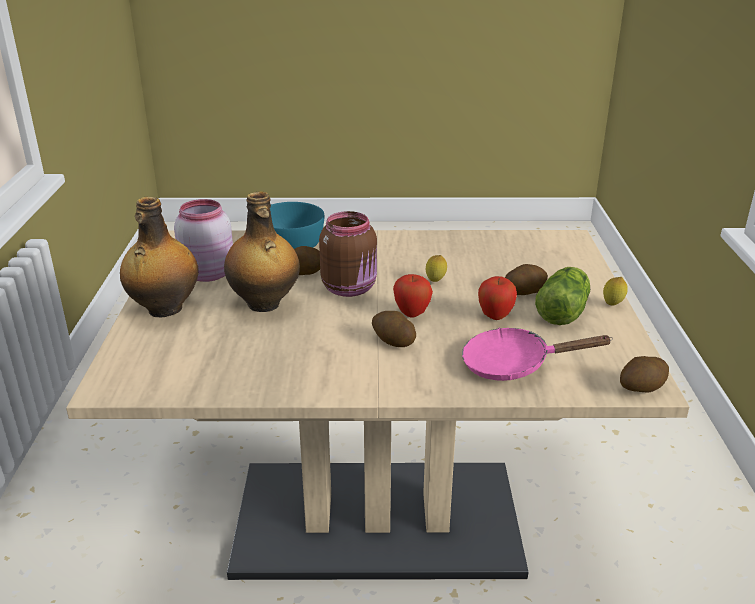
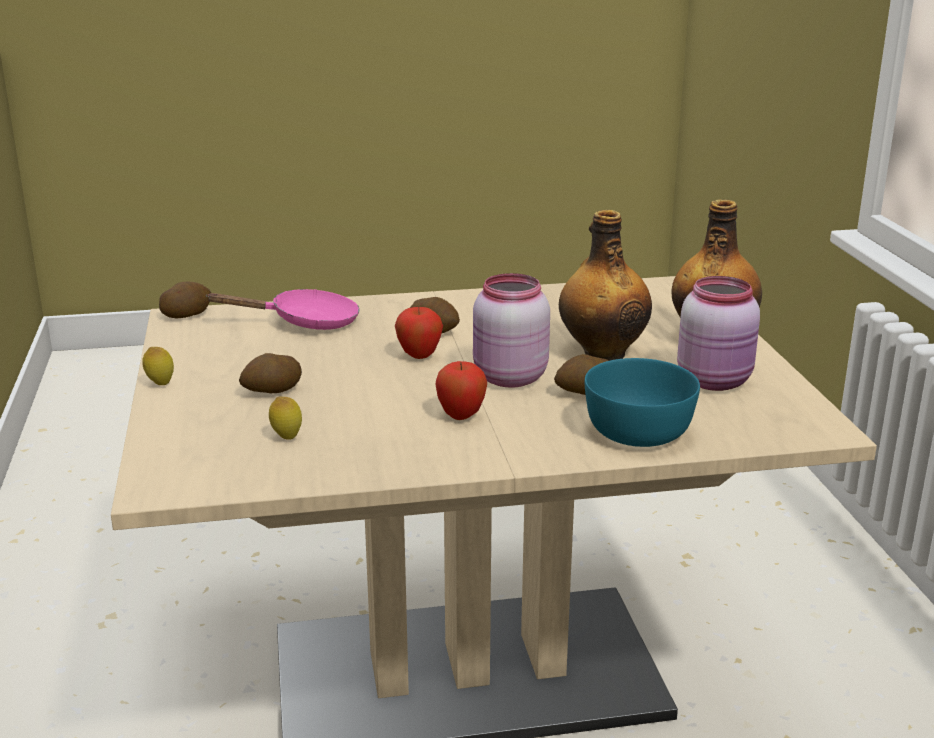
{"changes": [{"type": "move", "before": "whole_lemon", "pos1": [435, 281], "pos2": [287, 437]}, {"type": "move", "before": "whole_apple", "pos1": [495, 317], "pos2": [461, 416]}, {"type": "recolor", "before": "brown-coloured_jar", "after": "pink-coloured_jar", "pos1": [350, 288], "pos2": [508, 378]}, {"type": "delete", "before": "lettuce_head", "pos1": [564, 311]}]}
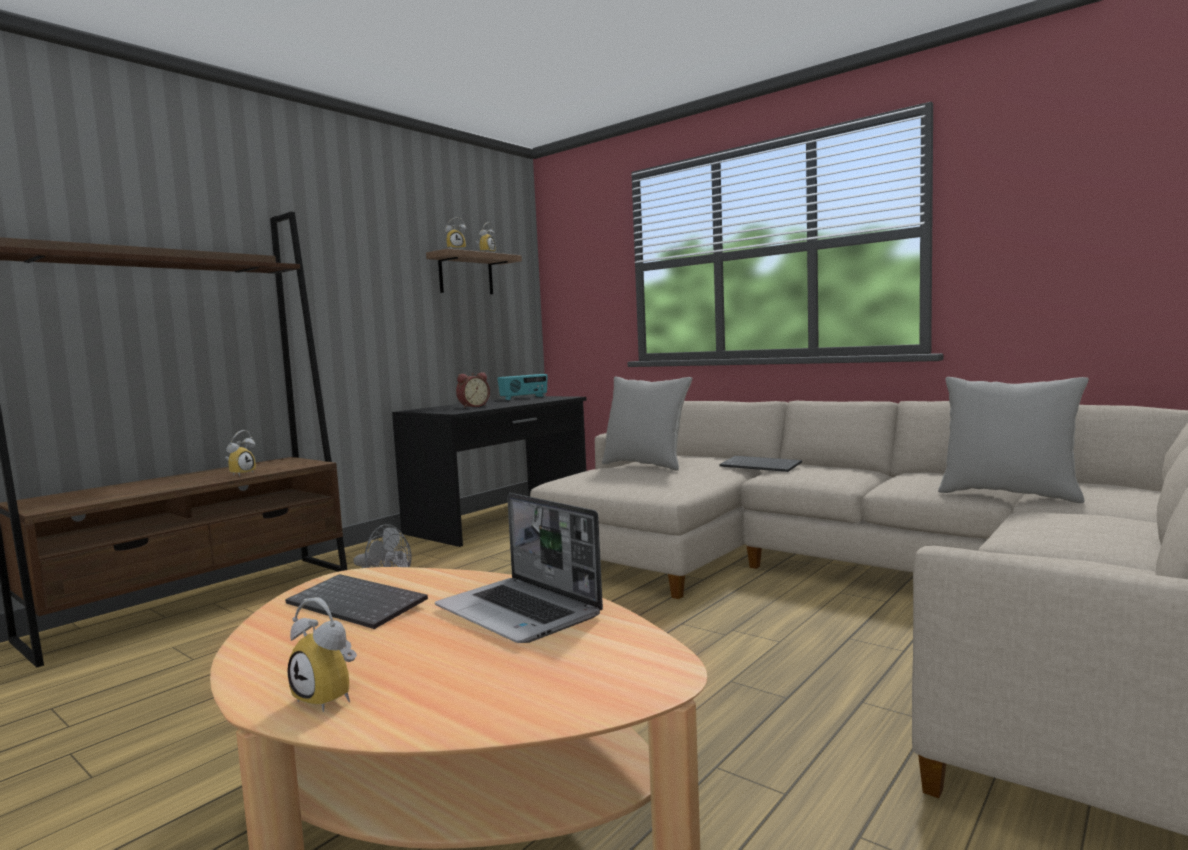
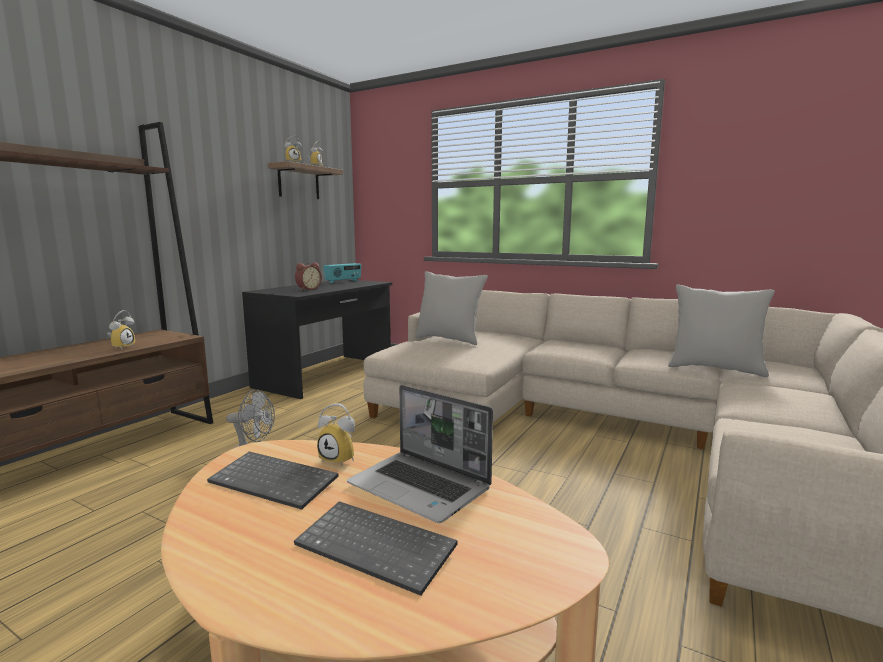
{"changes": [{"type": "move", "before": "PC_keyboard", "pos1": [761, 466], "pos2": [378, 546]}, {"type": "move", "before": "bedside_clock", "pos1": [332, 697], "pos2": [341, 459]}]}
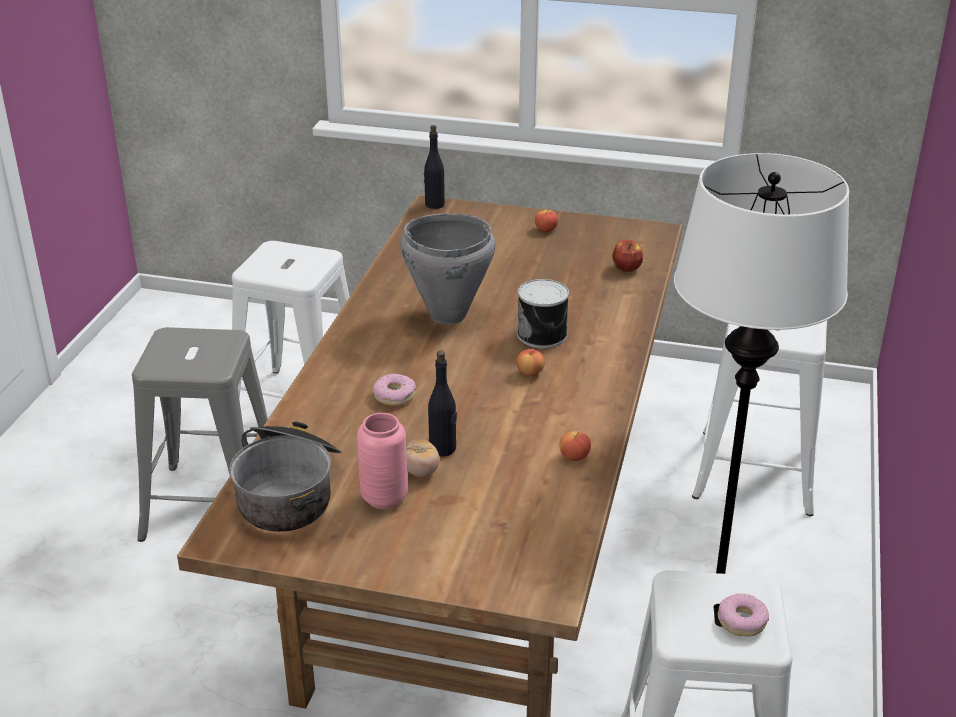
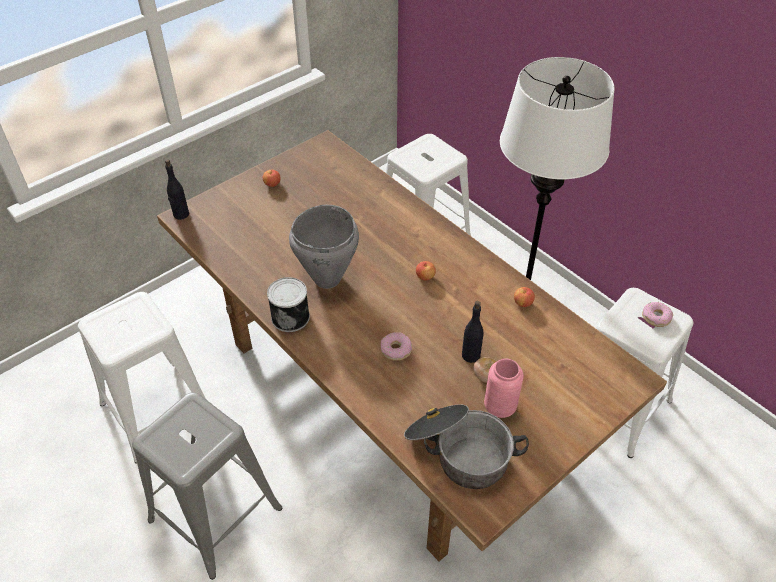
{"changes": [{"type": "move", "before": "metal_can", "pos1": [543, 335], "pos2": [291, 316]}, {"type": "delete", "before": "whole_apple", "pos1": [626, 268]}]}
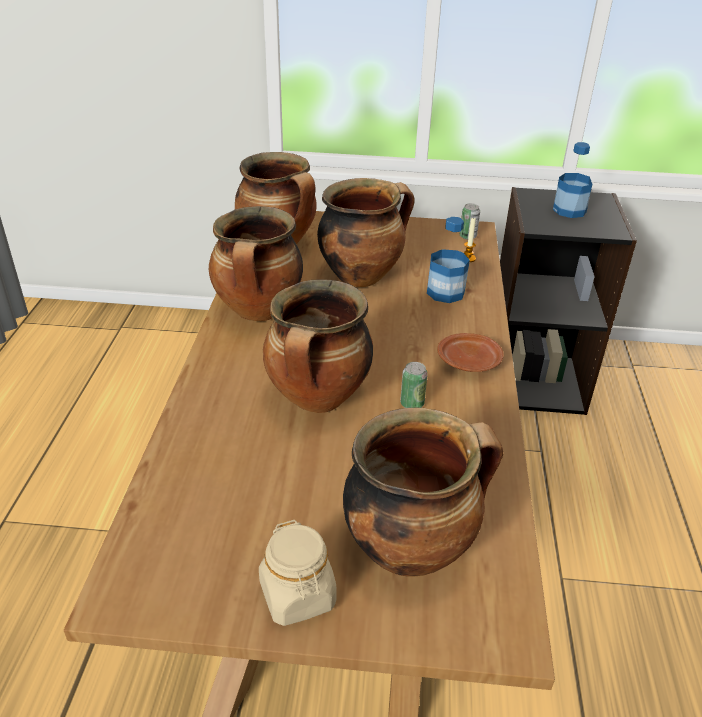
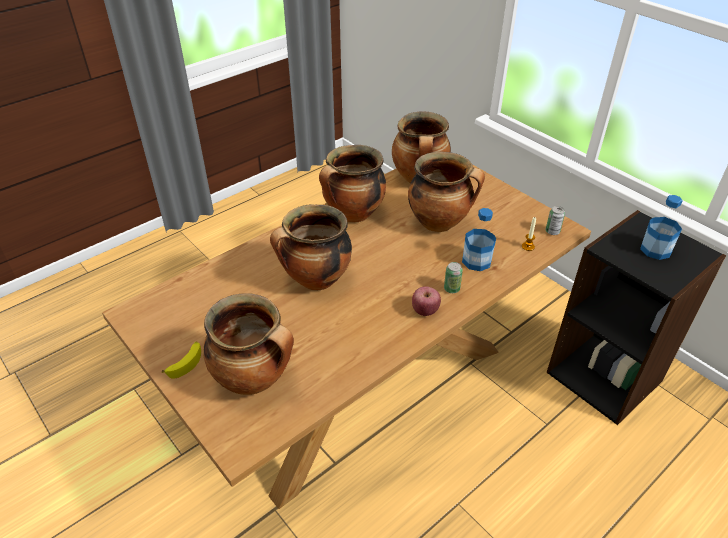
{"changes": [{"type": "replace", "before": "beige_jar", "after": "banana", "pos1": [298, 596], "pos2": [186, 362]}, {"type": "replace", "before": "brown-coloured_plate", "after": "whole_apple", "pos1": [469, 362], "pos2": [425, 311]}, {"type": "move", "before": "metal_can", "pos1": [412, 403], "pos2": [451, 289]}]}
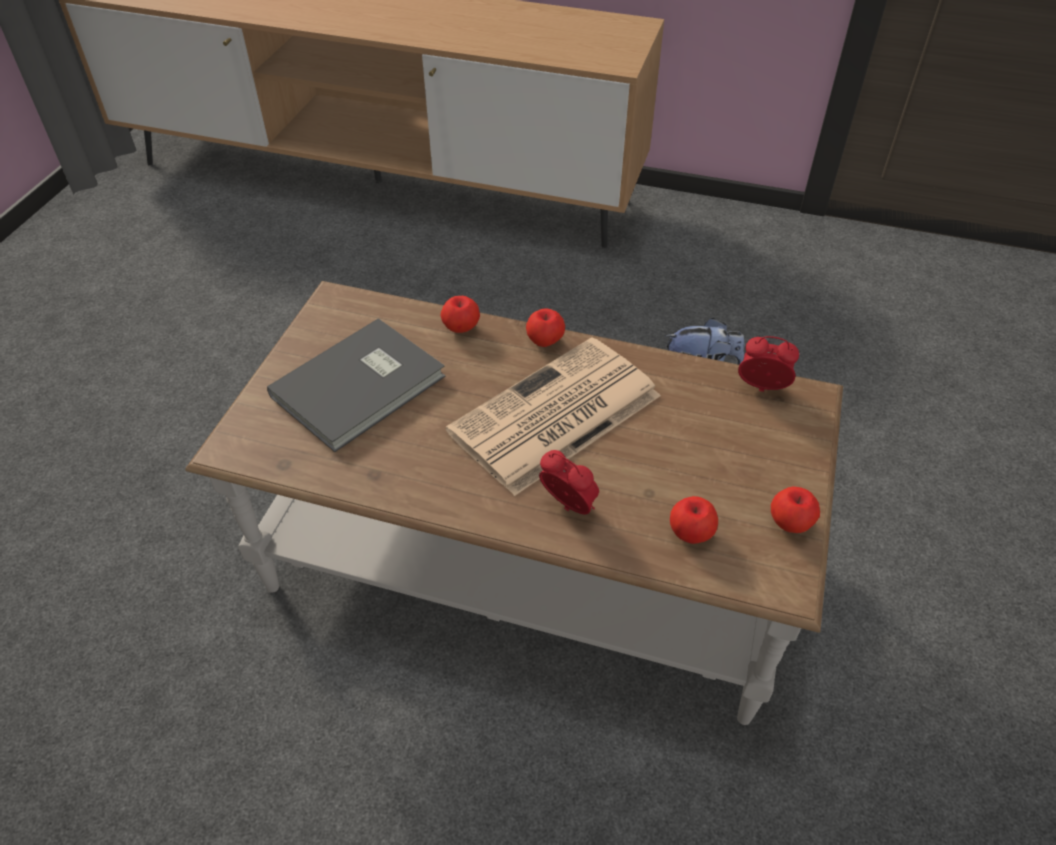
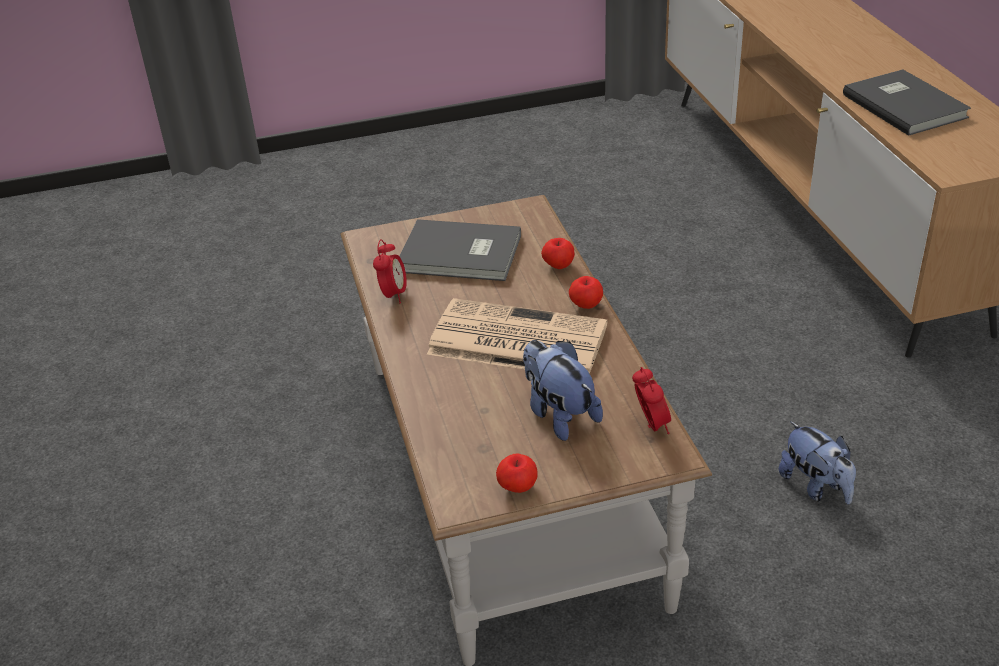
{"changes": [{"type": "move", "before": "bedside_clock", "pos1": [568, 507], "pos2": [393, 295]}, {"type": "insert", "after": "plush_toy", "pos2": [559, 414]}, {"type": "insert", "after": "greyish_volume", "pos2": [905, 105]}, {"type": "delete", "before": "whole_apple", "pos1": [691, 533]}]}
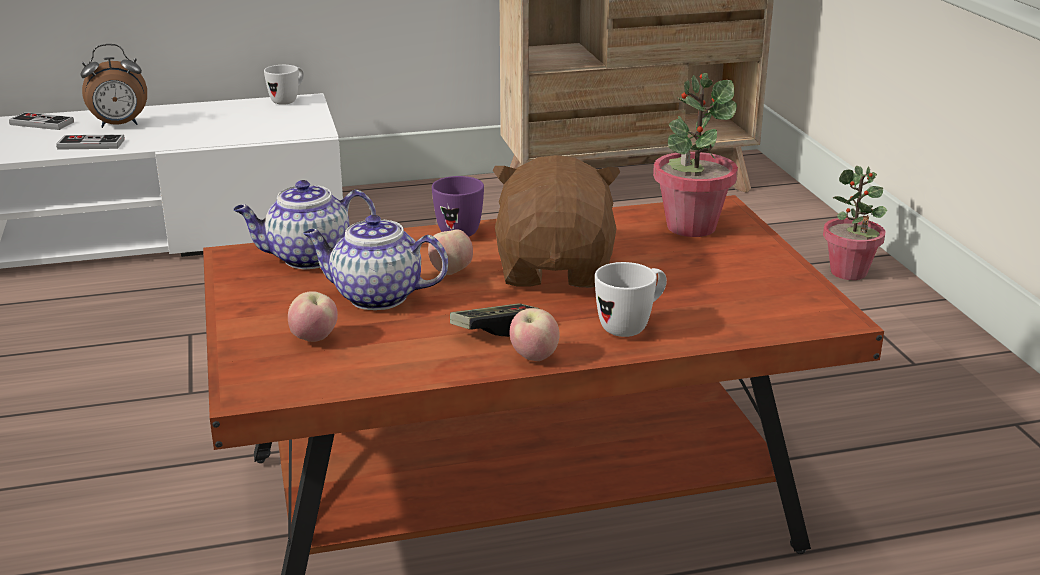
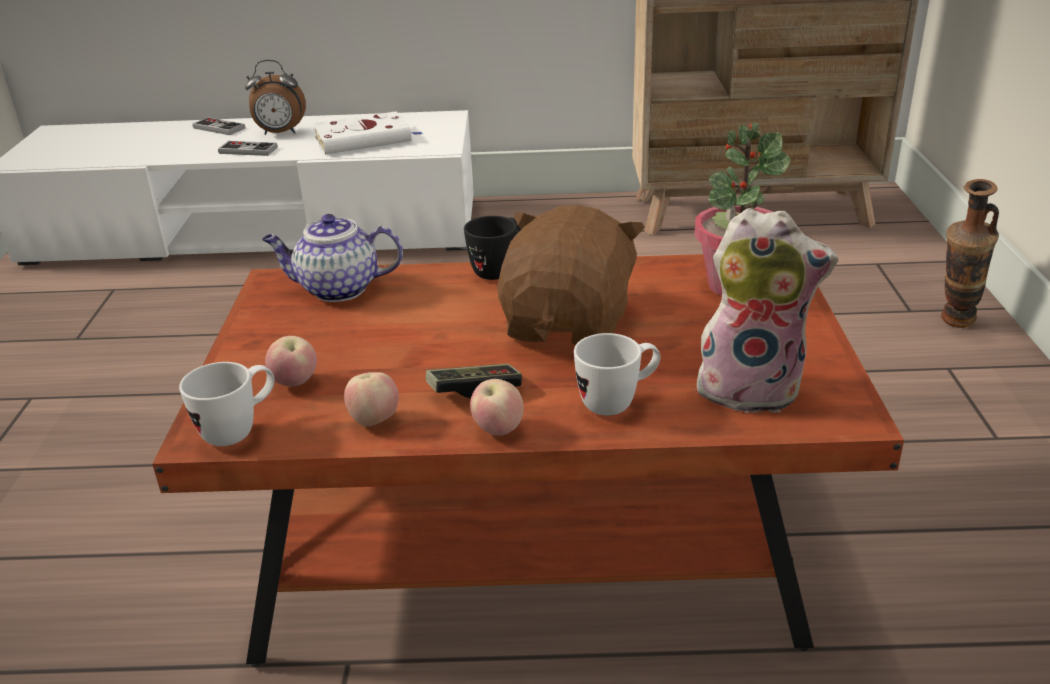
{"changes": [{"type": "move", "before": "white_tea_mug", "pos1": [288, 100], "pos2": [239, 430]}, {"type": "insert", "after": "white_volume", "pos2": [366, 139]}, {"type": "move", "before": "whole_apple", "pos1": [451, 272], "pos2": [374, 420]}, {"type": "recolor", "before": "purplish_tea_mug", "after": "black_tea_mug", "pos1": [462, 230], "pos2": [499, 270]}, {"type": "insert", "after": "plush_toy", "pos2": [751, 388]}, {"type": "replace", "before": "houseplant", "after": "decorative_vase", "pos1": [849, 272], "pos2": [953, 324]}, {"type": "delete", "before": "tea_pot", "pos1": [375, 297]}]}
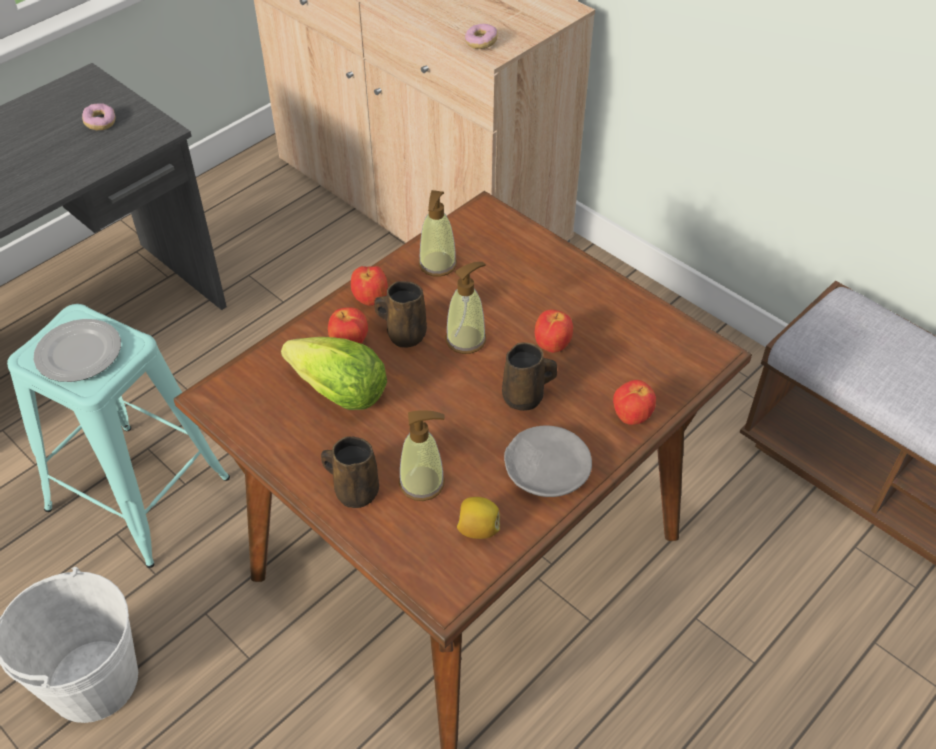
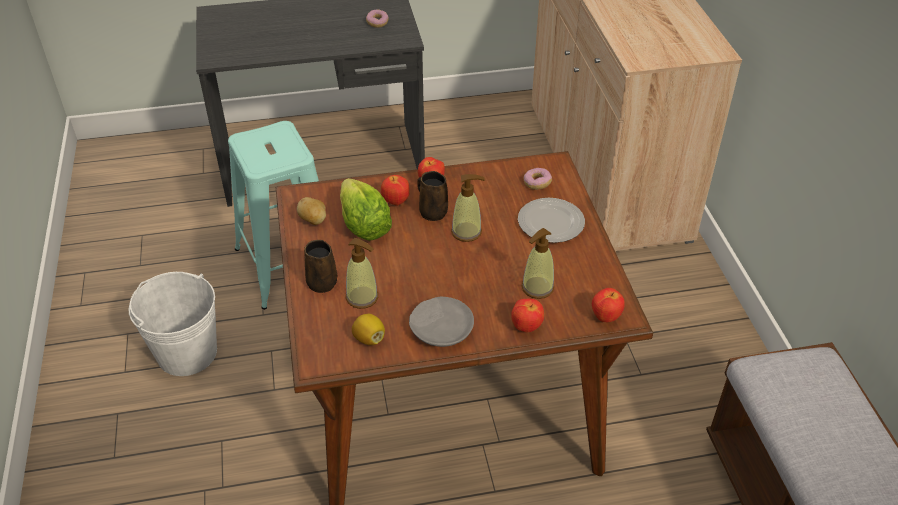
{"changes": [{"type": "insert", "after": "spud", "pos2": [313, 220]}, {"type": "move", "before": "plate", "pos1": [79, 353], "pos2": [551, 223]}, {"type": "move", "before": "soap_dispenser", "pos1": [437, 264], "pos2": [537, 288]}, {"type": "move", "before": "donut", "pos1": [481, 43], "pos2": [537, 183]}, {"type": "move", "before": "whole_apple", "pos1": [551, 345], "pos2": [605, 317]}, {"type": "delete", "before": "brown-coloured_tea_mug", "pos1": [525, 398]}]}
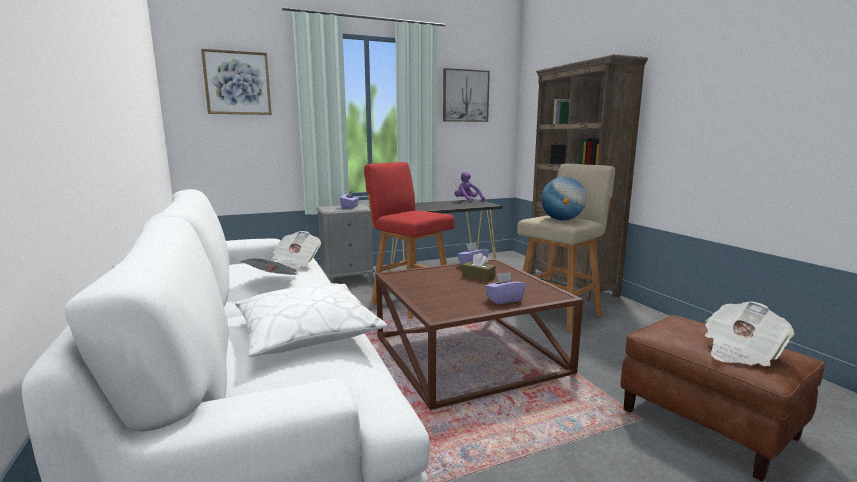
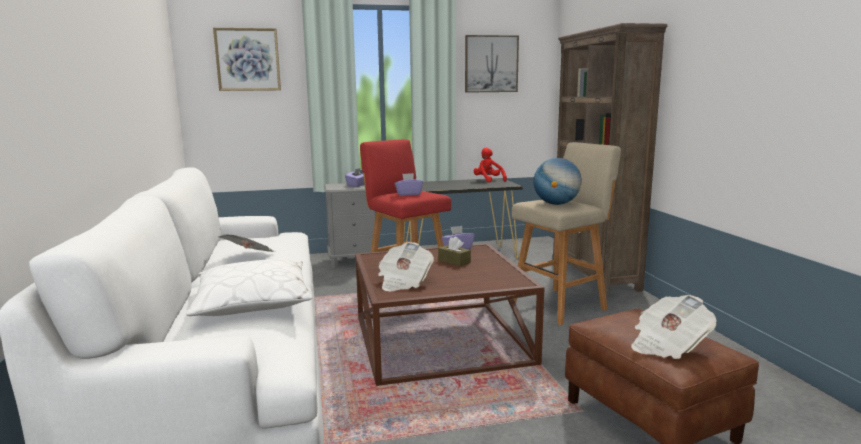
{"changes": [{"type": "move", "before": "daily_paper", "pos1": [295, 264], "pos2": [403, 282]}, {"type": "move", "before": "purplish_box_of_tissues", "pos1": [504, 300], "pos2": [408, 194]}, {"type": "recolor", "before": "purplish_plush_toy", "after": "red_plush_toy", "pos1": [467, 201], "pos2": [488, 180]}]}
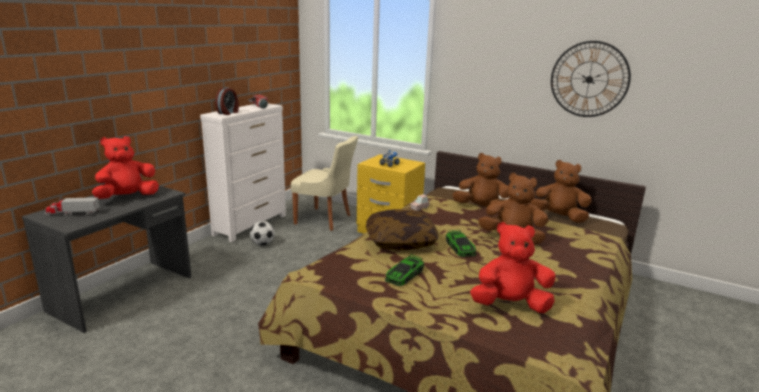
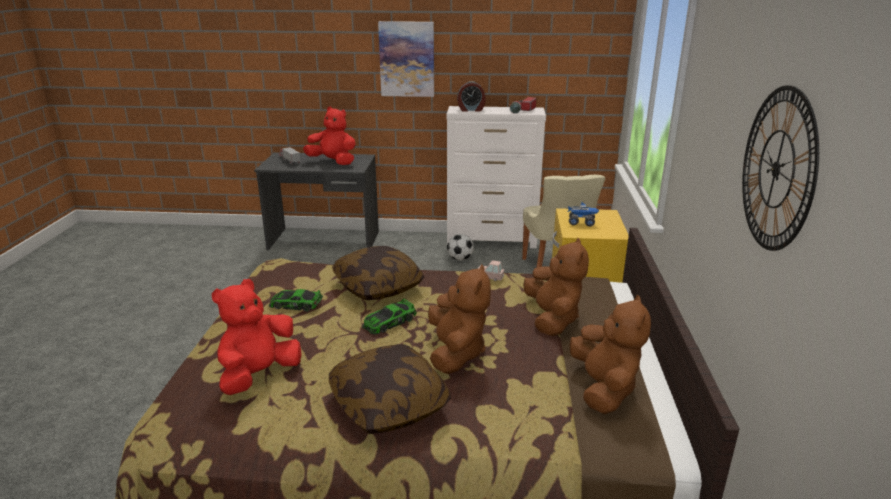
{"changes": [{"type": "rotate", "before": "red_plush_toy", "pos1": [510, 305], "pos2": [259, 375], "turn": -120}, {"type": "insert", "after": "cushion", "pos2": [389, 404]}, {"type": "insert", "after": "wall_picture", "pos2": [407, 59]}]}
